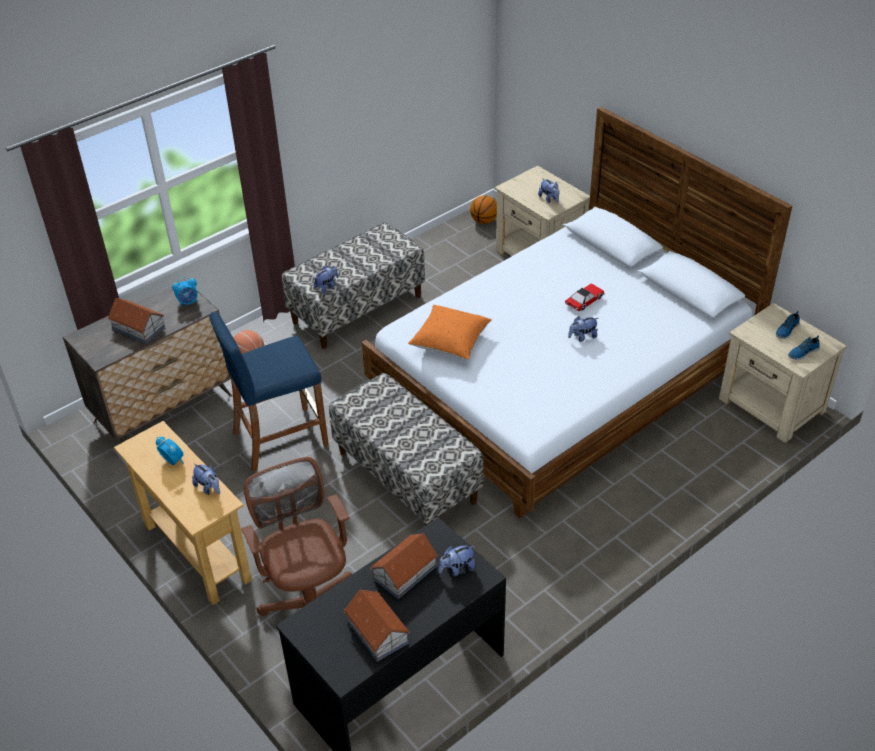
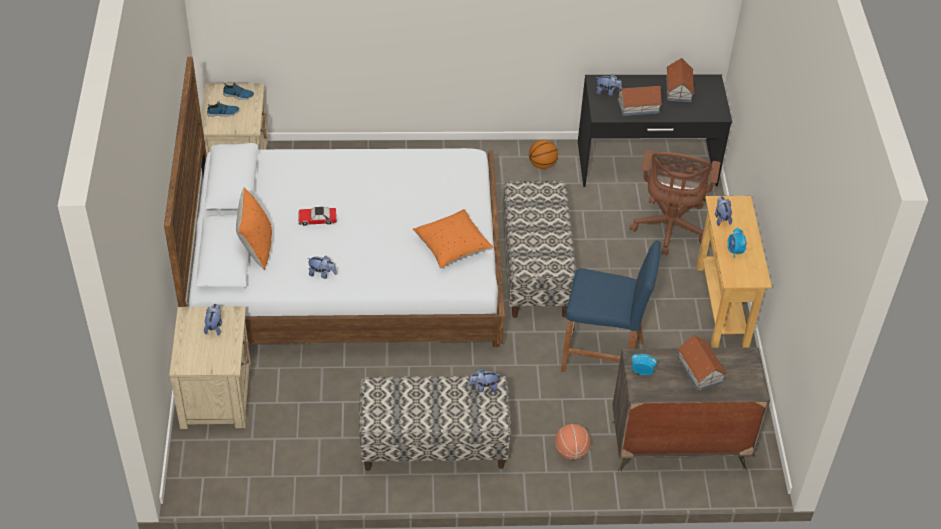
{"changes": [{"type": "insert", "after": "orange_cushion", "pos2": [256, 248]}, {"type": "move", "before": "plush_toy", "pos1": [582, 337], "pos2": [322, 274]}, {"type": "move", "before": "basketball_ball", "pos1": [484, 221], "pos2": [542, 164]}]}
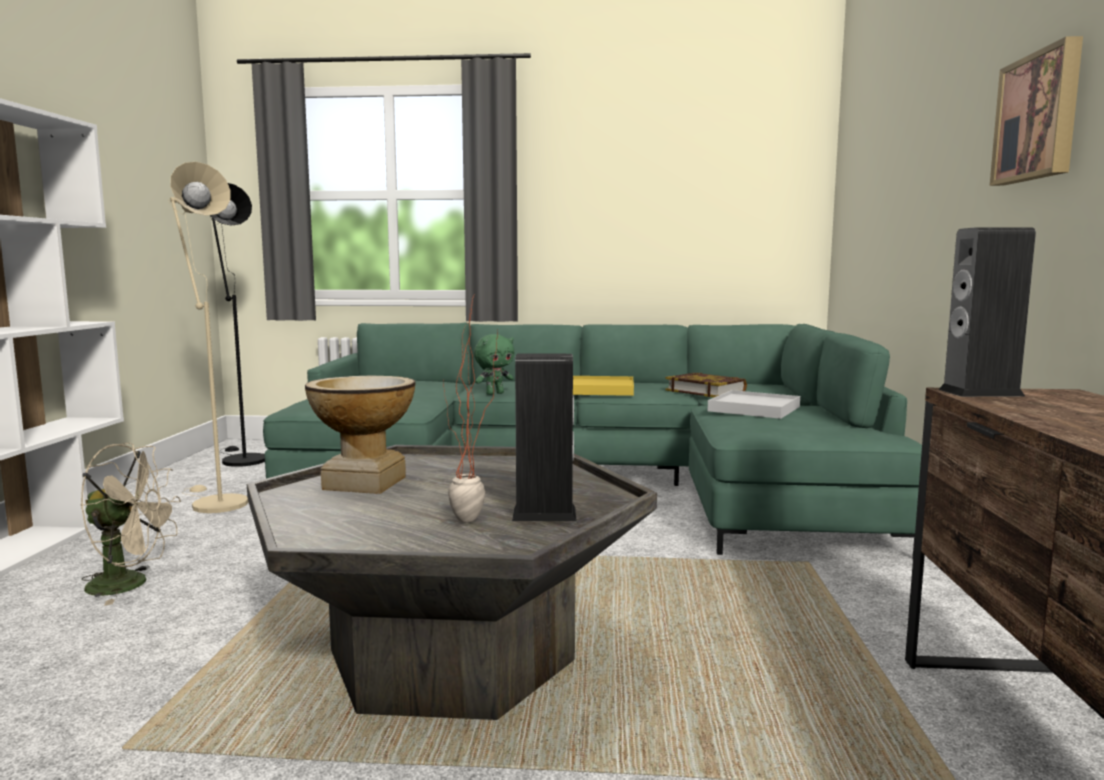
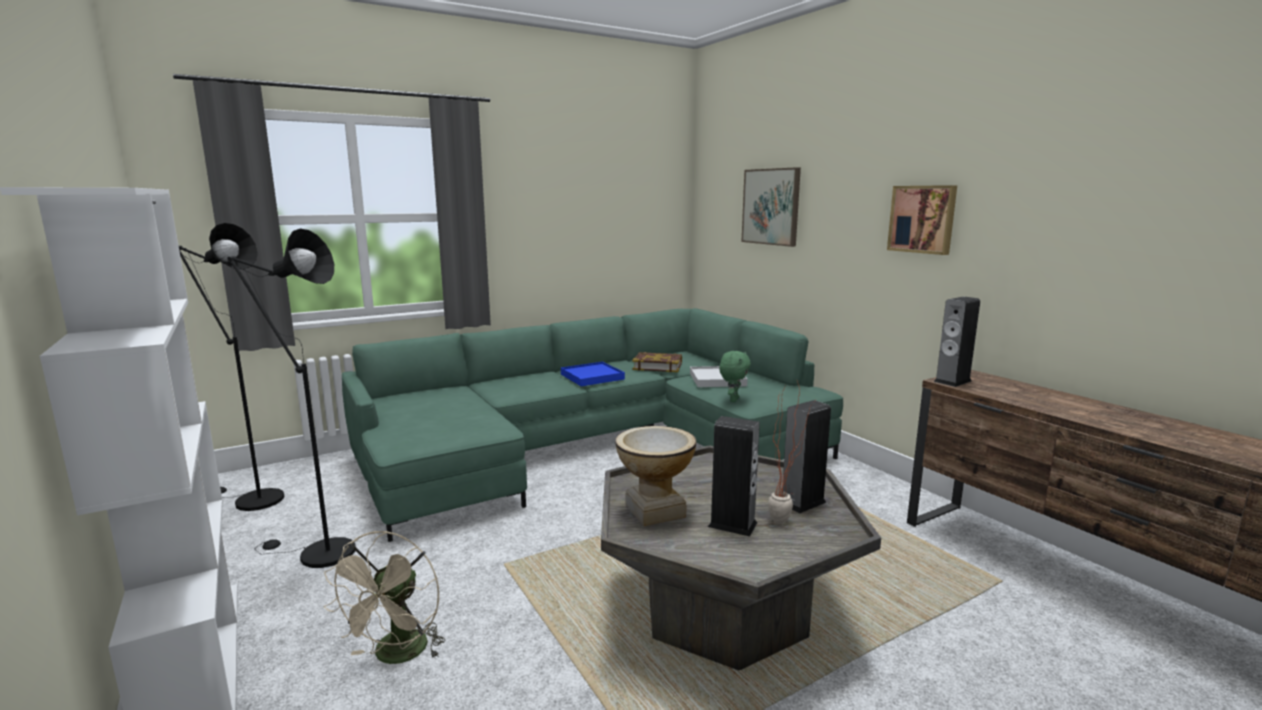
{"changes": [{"type": "recolor", "before": "beige_floor_lamp", "after": "black_floor_lamp", "pos1": [214, 503], "pos2": [317, 553]}, {"type": "rotate", "before": "beige_cooling_fan", "pos1": [130, 584], "pos2": [397, 656], "turn": 135}, {"type": "recolor", "before": "yellowish_serving_tray", "after": "blue-coloured_serving_tray", "pos1": [602, 390], "pos2": [592, 377]}, {"type": "insert", "after": "speaker", "pos2": [732, 524]}, {"type": "move", "before": "green-coloured_plush_toy", "pos1": [494, 393], "pos2": [733, 400]}, {"type": "insert", "after": "wall_picture", "pos2": [771, 206]}]}
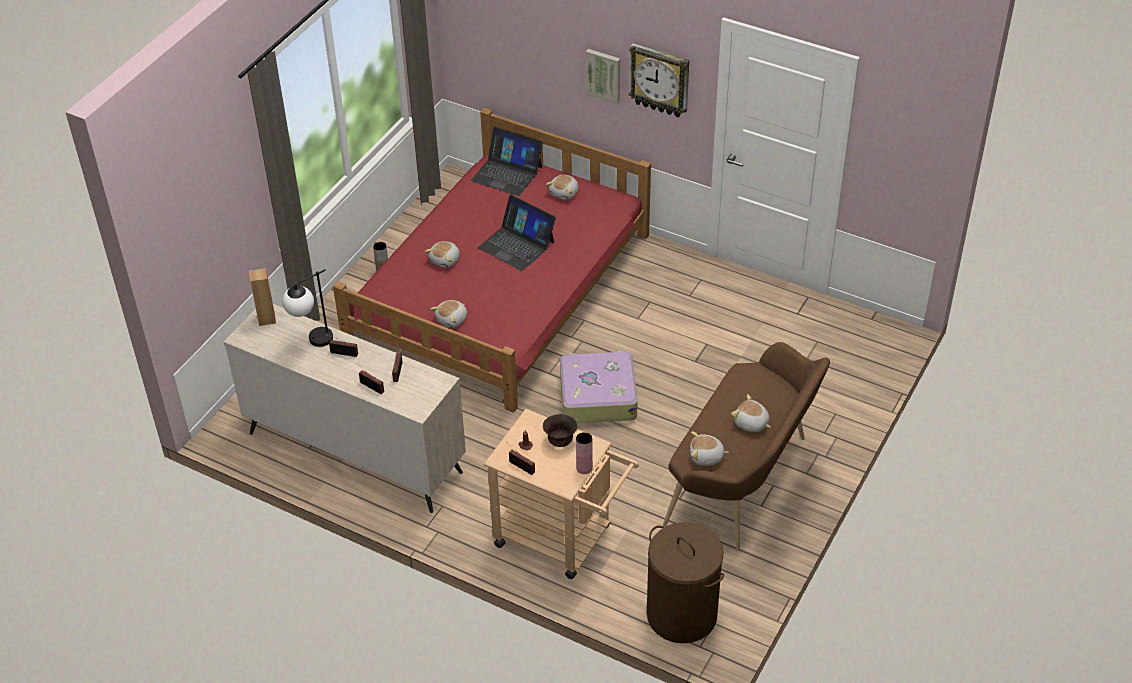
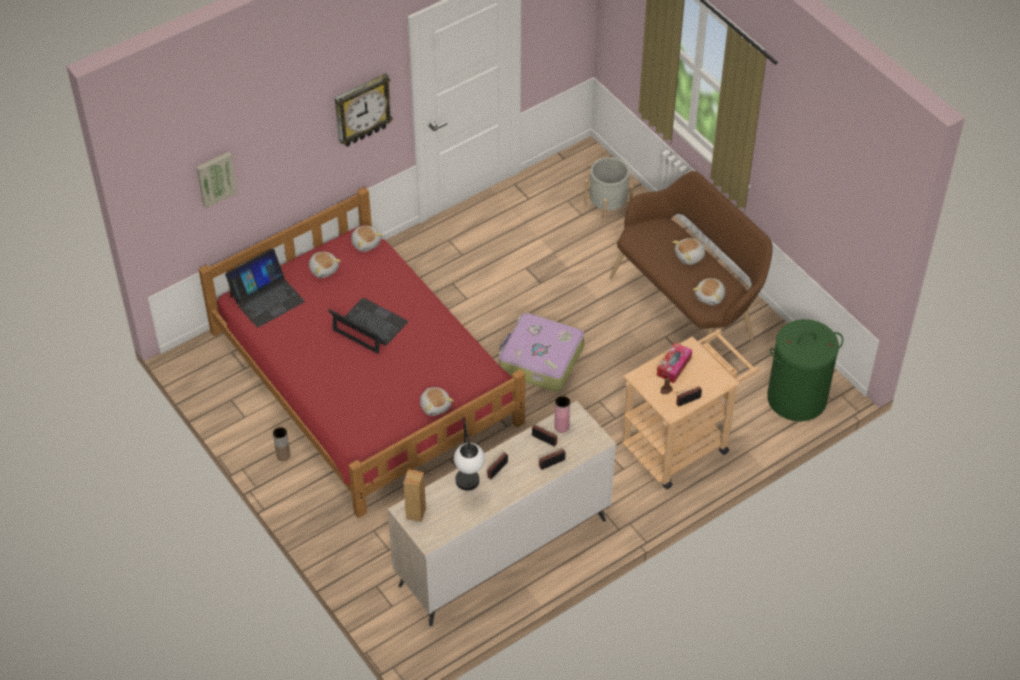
{"changes": [{"type": "move", "before": "wall_picture", "pos1": [604, 75], "pos2": [215, 178]}, {"type": "rotate", "before": "notebook_computer", "pos1": [517, 244], "pos2": [369, 326], "turn": -120}, {"type": "move", "before": "plush_toy", "pos1": [445, 260], "pos2": [366, 243]}, {"type": "move", "before": "pink-coloured_decorative_vase", "pos1": [584, 468], "pos2": [561, 426]}, {"type": "insert", "after": "greyish_flower_pot", "pos2": [607, 207]}, {"type": "replace", "before": "brown-coloured_deep_dish", "after": "box_of_tissues", "pos1": [560, 441], "pos2": [674, 366]}, {"type": "recolor", "before": "brown-coloured_washing_basket", "after": "green-coloured_washing_basket", "pos1": [682, 614], "pos2": [797, 398]}]}
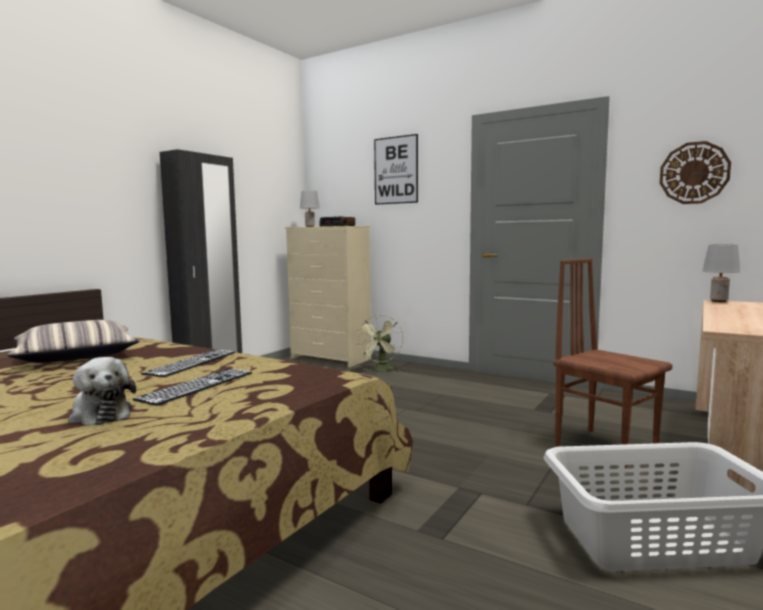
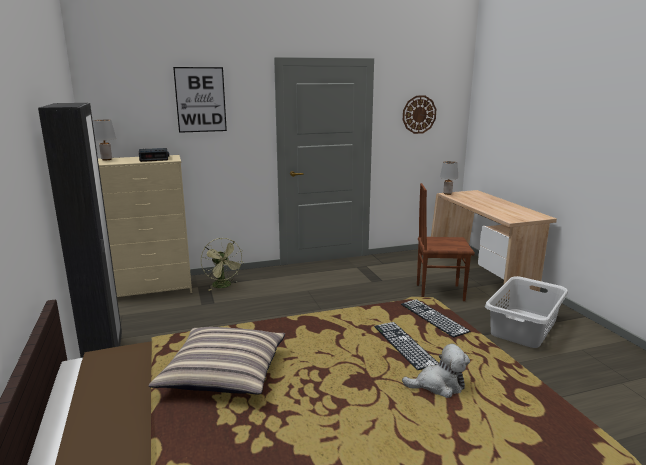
{"changes": [{"type": "move", "before": "PC_keyboard", "pos1": [191, 362], "pos2": [433, 317]}]}
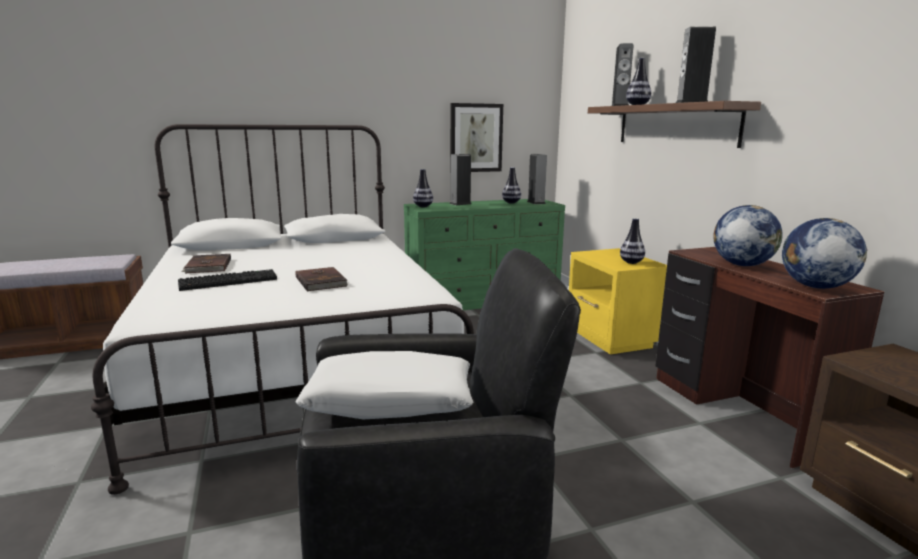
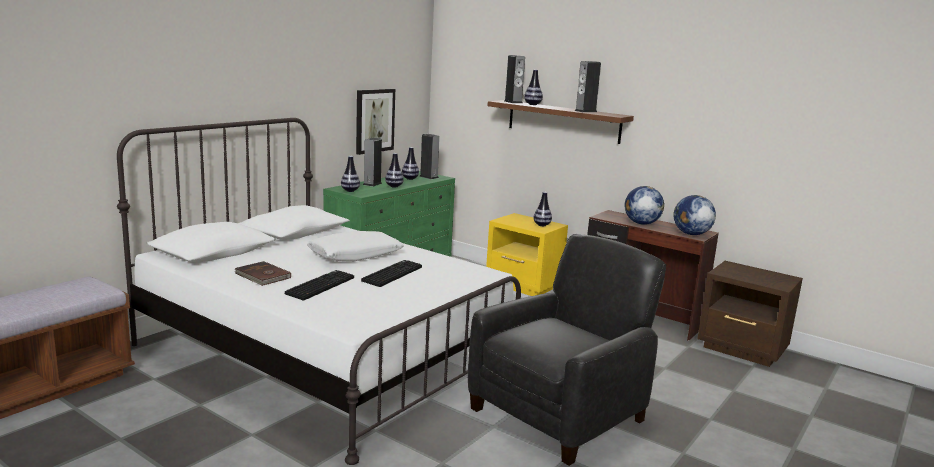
{"changes": [{"type": "move", "before": "white_cushion", "pos1": [390, 401], "pos2": [355, 255]}, {"type": "replace", "before": "brown-coloured_volume", "after": "PC_keyboard", "pos1": [322, 281], "pos2": [392, 274]}, {"type": "insert", "after": "decorative_vase", "pos2": [394, 186]}]}
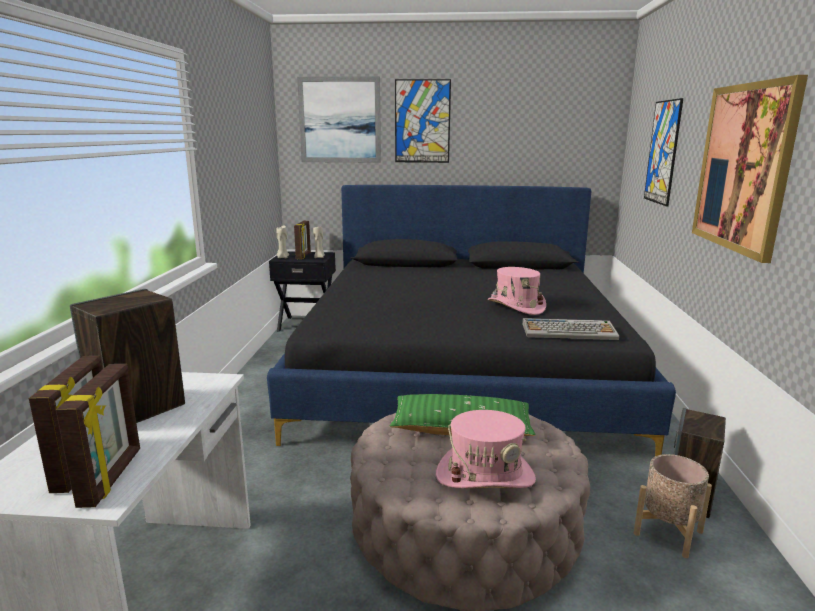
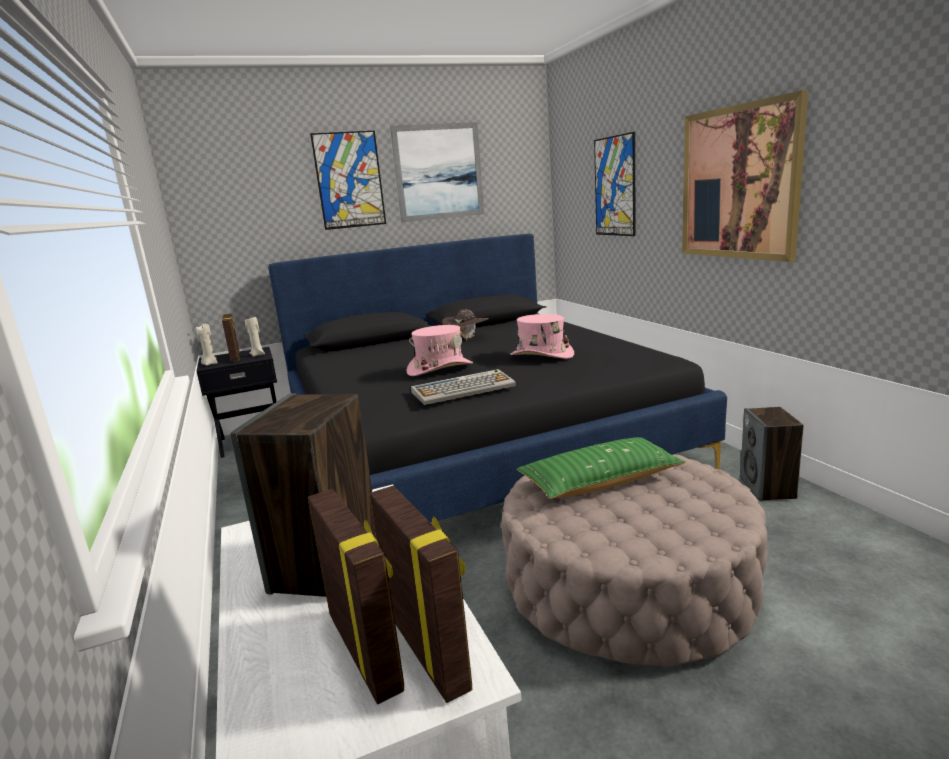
{"changes": [{"type": "move", "before": "wall_picture", "pos1": [339, 120], "pos2": [438, 172]}, {"type": "move", "before": "pink-coloured_hat", "pos1": [485, 475], "pos2": [440, 368]}, {"type": "move", "before": "PC_keyboard", "pos1": [569, 331], "pos2": [464, 389]}, {"type": "insert", "after": "brown-coloured_hat", "pos2": [467, 338]}, {"type": "delete", "before": "beige_flower_pot", "pos1": [668, 532]}]}
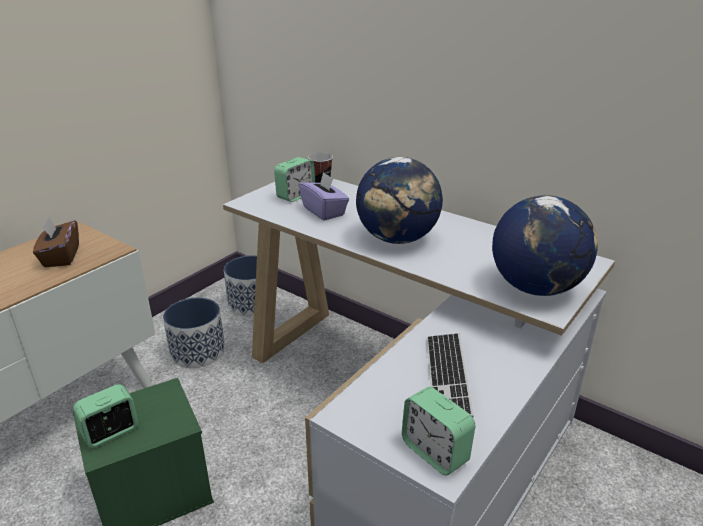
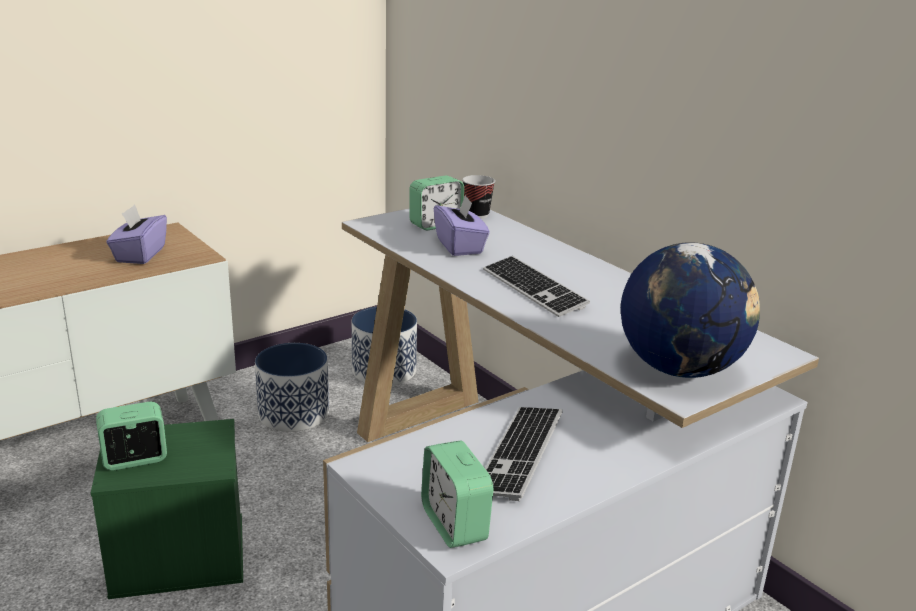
{"changes": [{"type": "recolor", "before": "brown-coloured_box_of_tissues", "after": "purplish_box_of_tissues", "pos1": [61, 257], "pos2": [139, 254]}, {"type": "replace", "before": "desk_globe", "after": "PC_keyboard", "pos1": [397, 239], "pos2": [533, 289]}]}
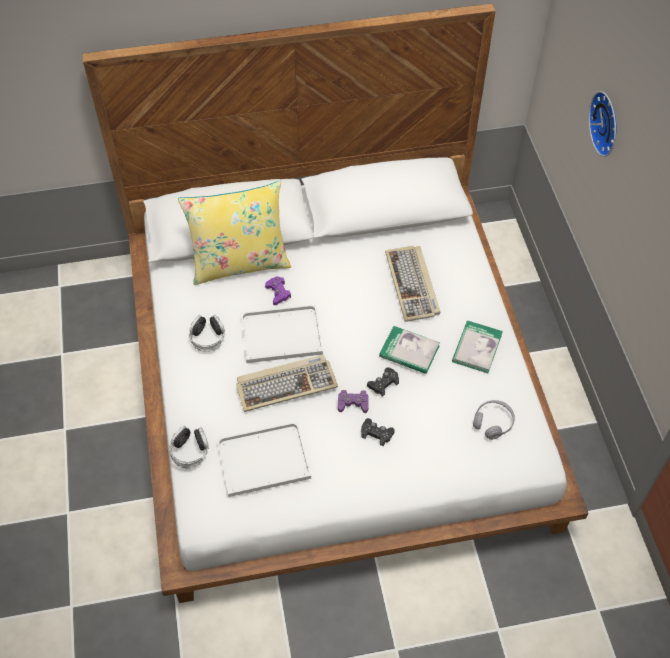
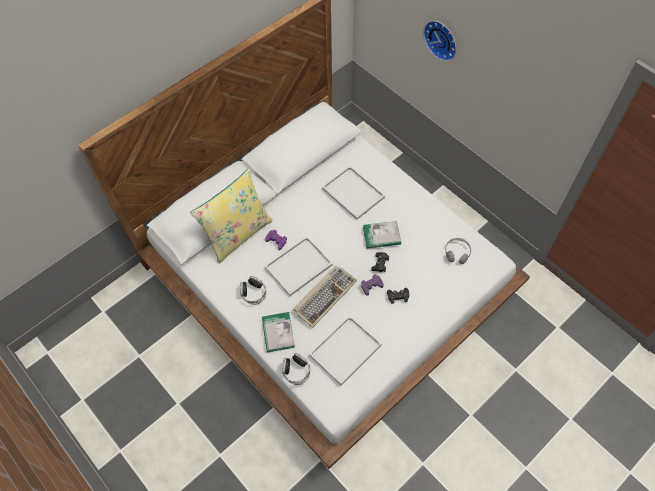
{"changes": [{"type": "move", "before": "volume", "pos1": [476, 348], "pos2": [278, 332]}, {"type": "replace", "before": "PC_keyboard", "after": "white_serving_tray", "pos1": [412, 285], "pos2": [354, 193]}]}
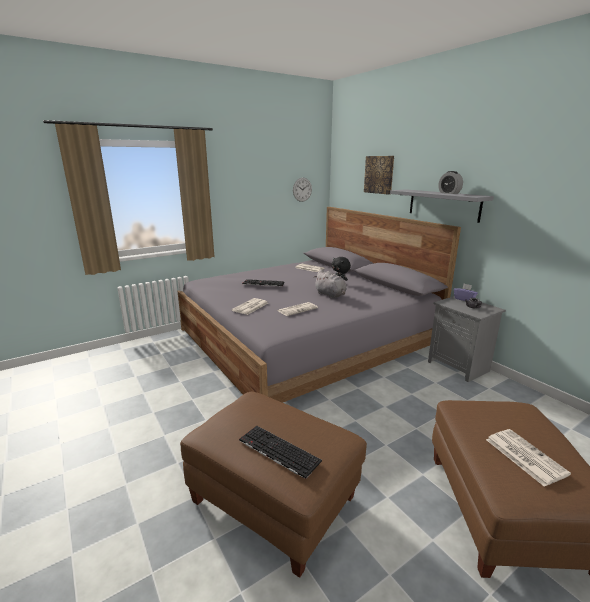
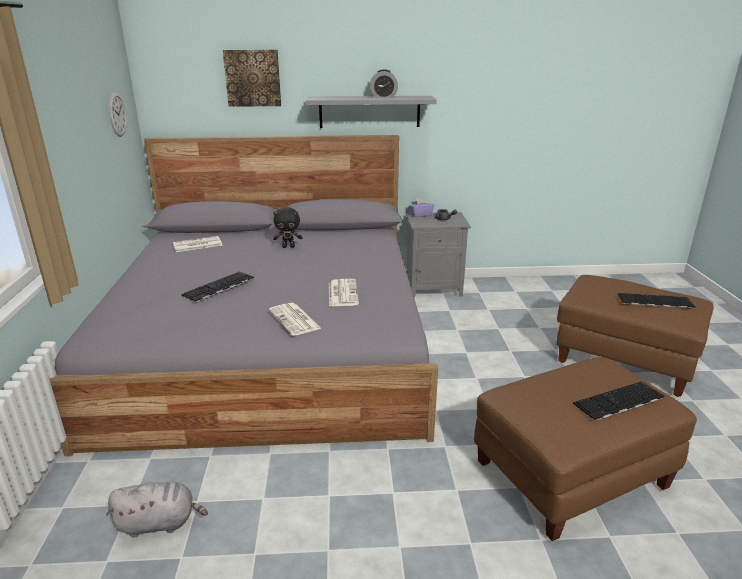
{"changes": [{"type": "move", "before": "greyish_plush_toy", "pos1": [331, 295], "pos2": [160, 523]}, {"type": "replace", "before": "daily_paper", "after": "PC_keyboard", "pos1": [524, 456], "pos2": [654, 301]}]}
